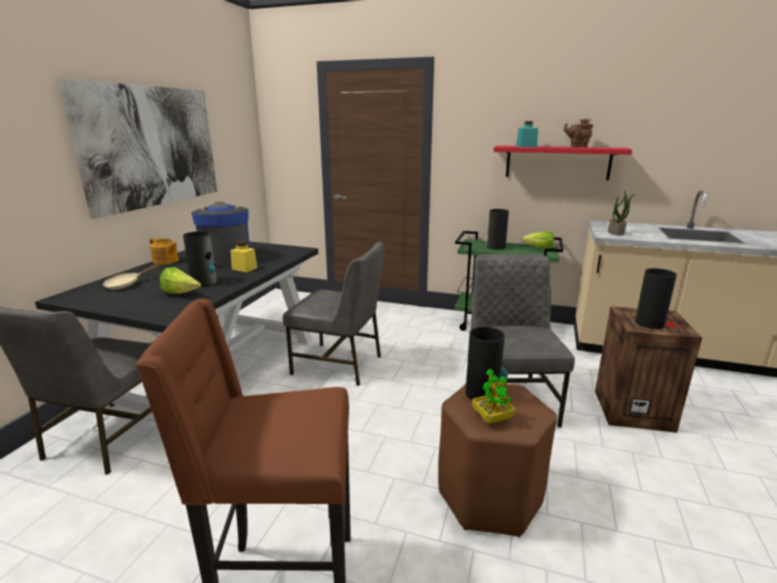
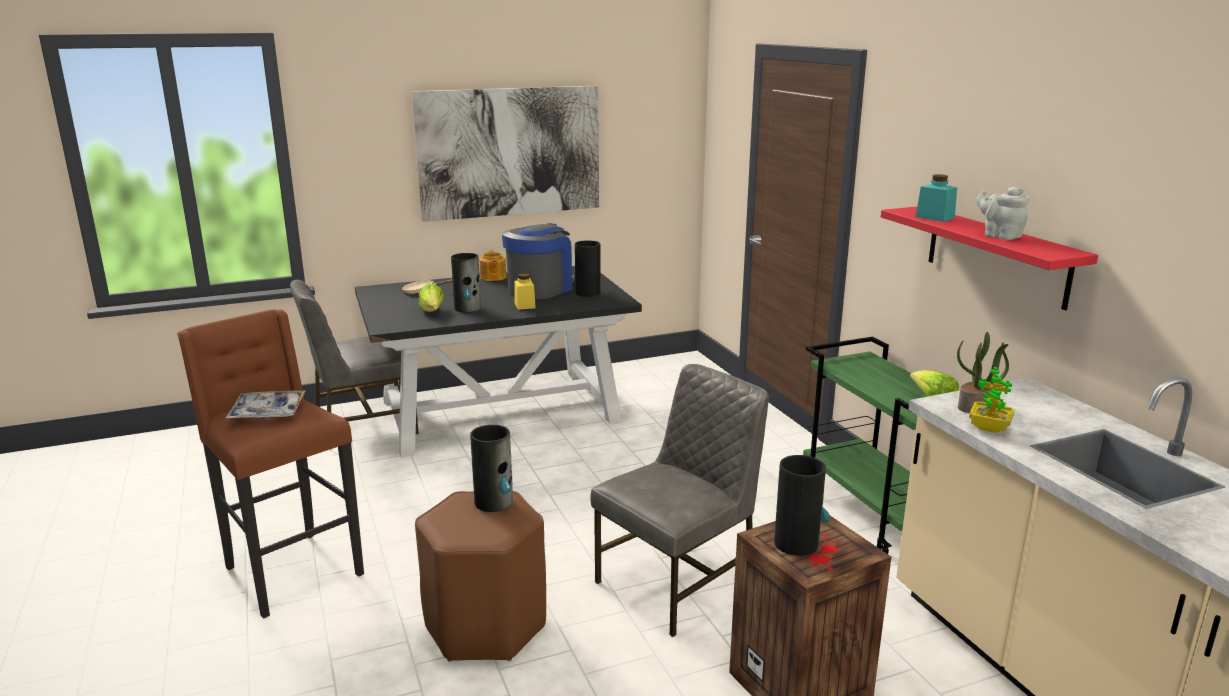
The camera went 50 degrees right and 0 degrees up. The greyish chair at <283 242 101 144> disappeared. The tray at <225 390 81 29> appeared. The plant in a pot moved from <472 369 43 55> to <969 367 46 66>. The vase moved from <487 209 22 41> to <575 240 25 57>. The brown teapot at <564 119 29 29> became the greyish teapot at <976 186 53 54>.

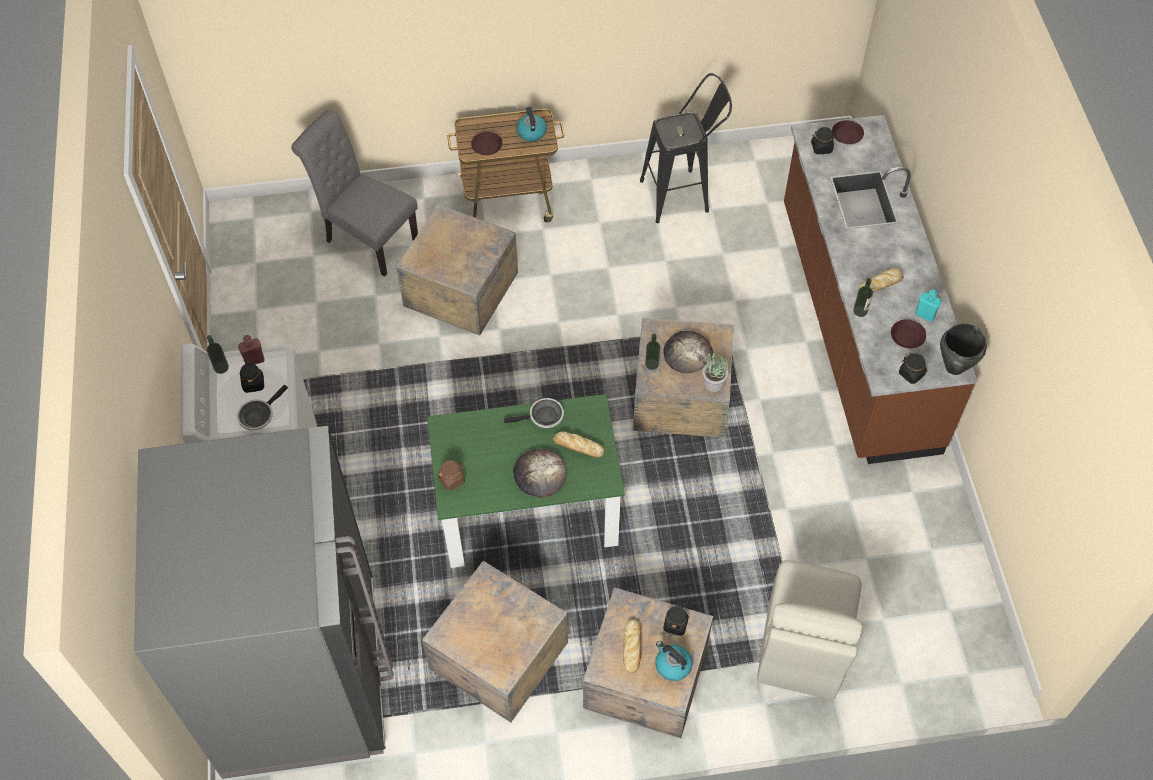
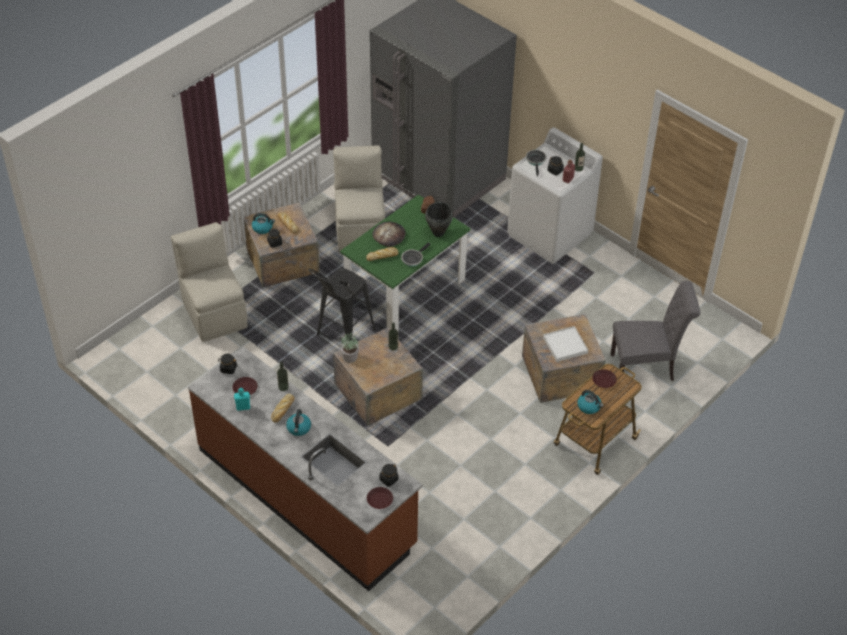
The camera went 140 degrees right and 10 degrees down. The bakery bread at <664 331 49 42> disappeared. The tea kettle at <286 409 25 27> appeared. The whitish tray at <543 326 45 36> appeared. The black-coloured sitting stool moved from <640 73 92 150> to <308 268 68 73>. The black-coloured cooking pot moved from <940 323 47 52> to <425 202 28 35>. The packing crate at <422 561 146 161> was replaced by the sand-coloured chair at <333 145 52 107>.

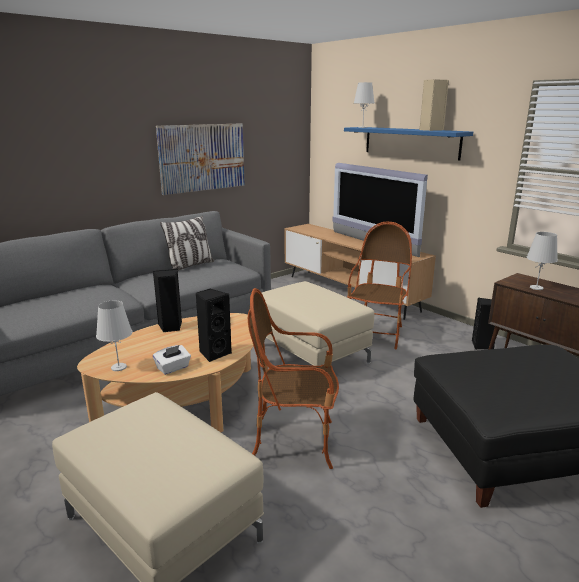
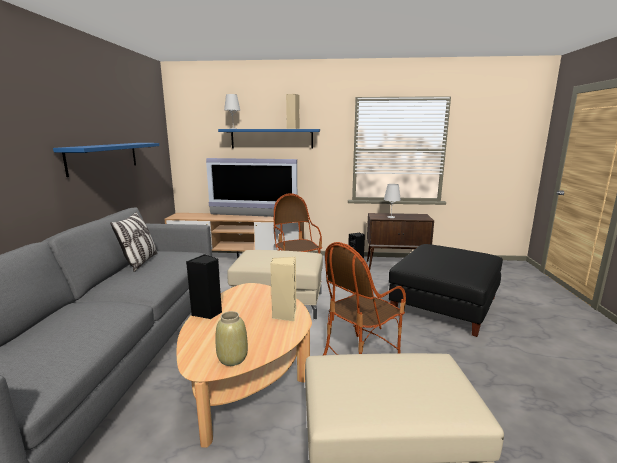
The camera went 45 degrees left and 5 degrees down. The whitish box of tissues at <153 345 38 30> disappeared. The whitish tabletop lamp at <96 301 37 70> was replaced by the sand-coloured vase at <215 311 33 55>. The wall art at <156 123 88 72> was replaced by the blue wall shelf at <53 143 106 34>. The black-coloured audio speaker at <196 288 36 74> became the sand-coloured audio speaker at <270 257 26 64>.

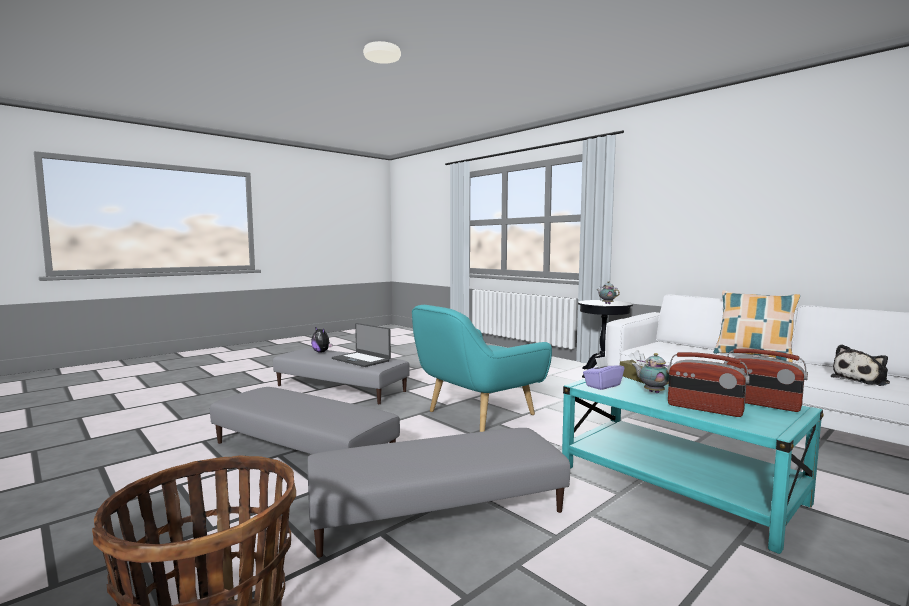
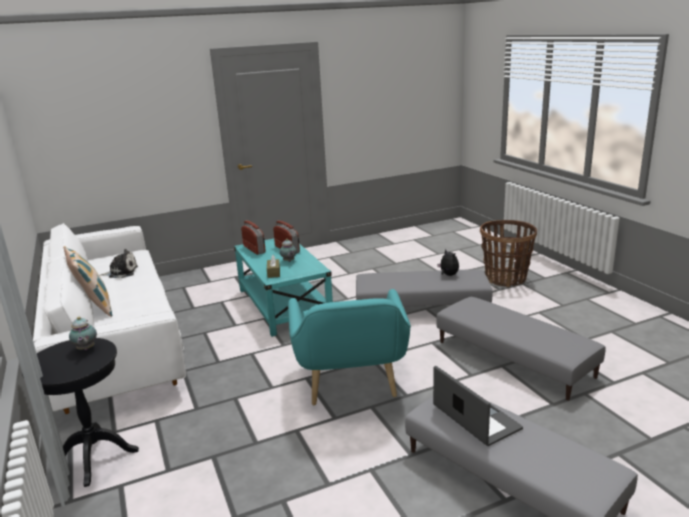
The camera went 160 degrees left and 15 degrees up. The purple box of tissues at <583 356 41 34> disappeared. The soft toy moved from <311 327 21 26> to <437 249 22 27>. The turquoise lounge chair at <412 305 140 127> turned 105 degrees clockwise.

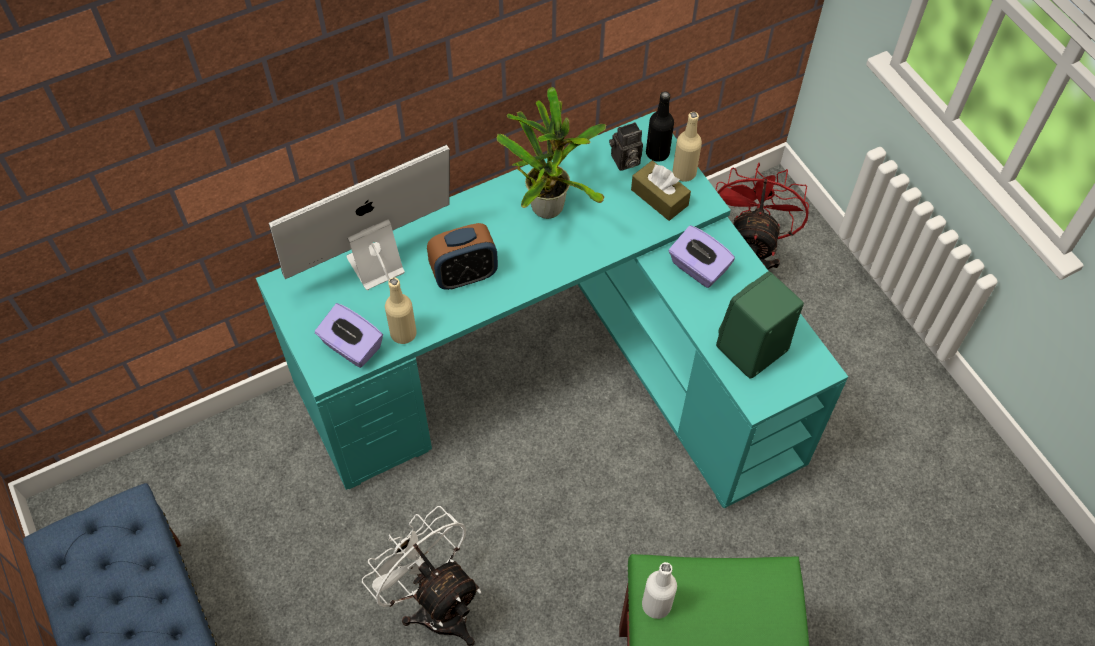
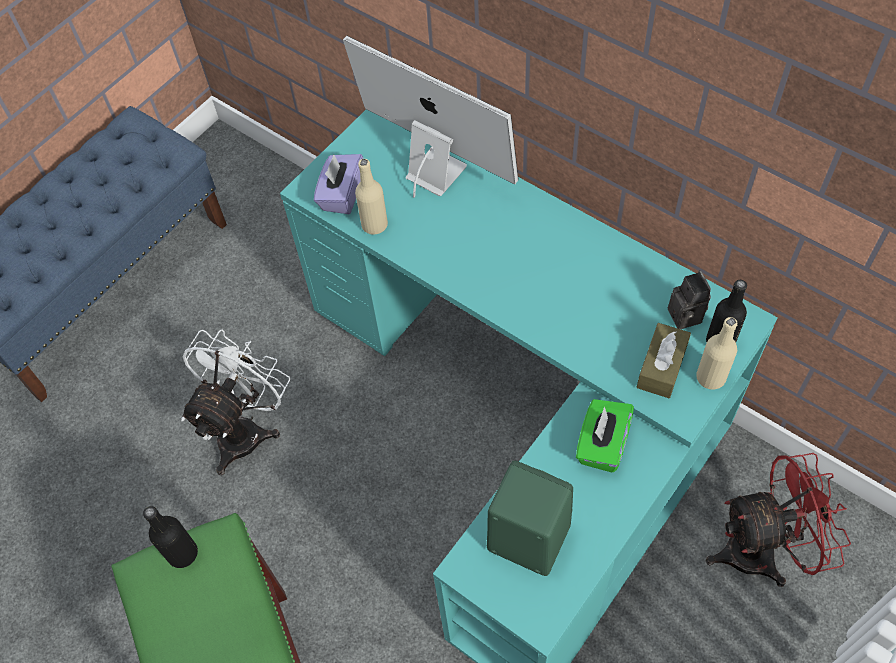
The camera went 70 degrees right and 0 degrees up. The bedside clock at <427 223 71 67> disappeared. The plant in a pot at <496 87 111 132> disappeared. The whitish bottle at <642 562 35 57> became the black-coloured bottle at <143 506 55 62>. The purple box of tissues at <668 225 67 63> became the greenish box of tissues at <576 399 58 74>. The still camera at <609 122 34 49> turned 150 degrees counterclockwise.

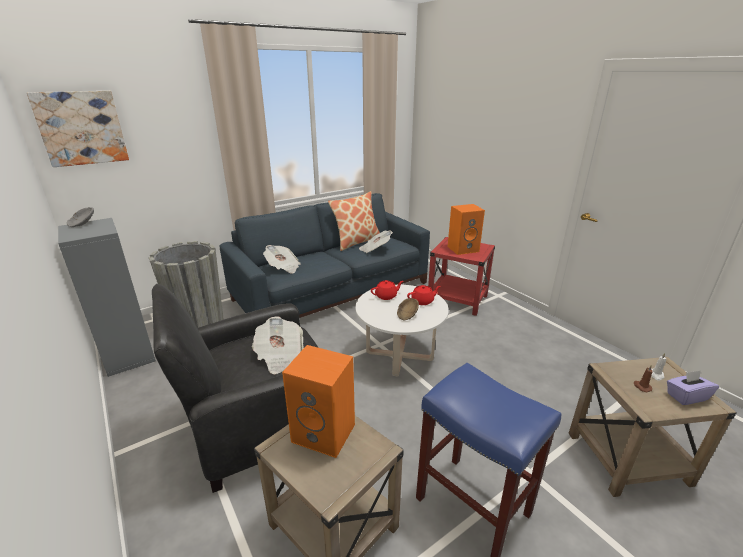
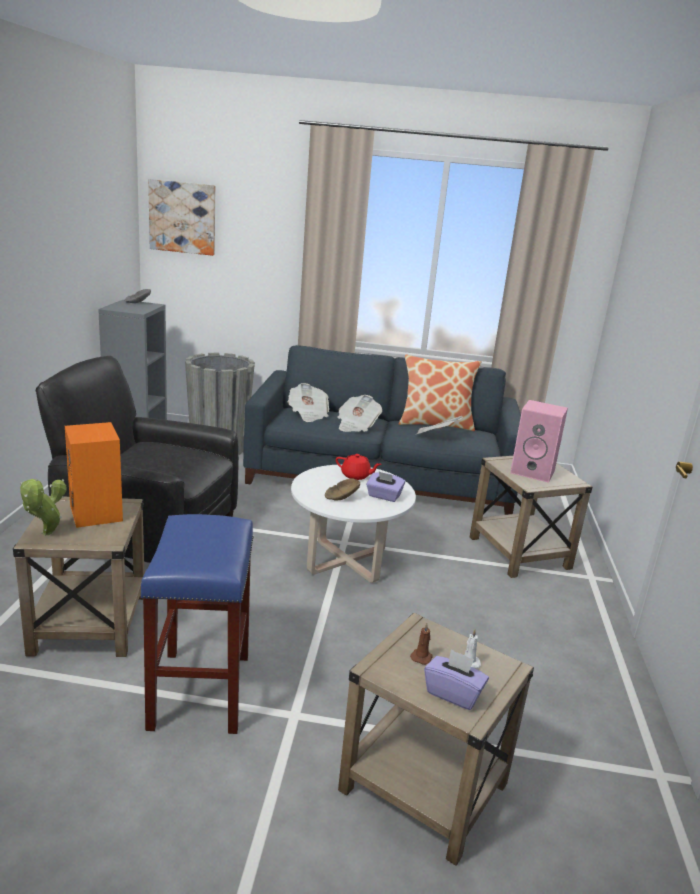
The camera went 40 degrees right and 5 degrees down. The plant in a pot at <20 478 46 57> appeared. The daily paper moved from <252 317 52 57> to <337 395 45 37>. The red teapot at <407 285 34 20> was replaced by the purple box of tissues at <366 472 39 30>. The red side table at <428 237 67 79> became the sand-coloured side table at <470 456 122 122>. The orangey audio speaker at <448 204 37 51> became the pink-coloured audio speaker at <510 400 58 83>.

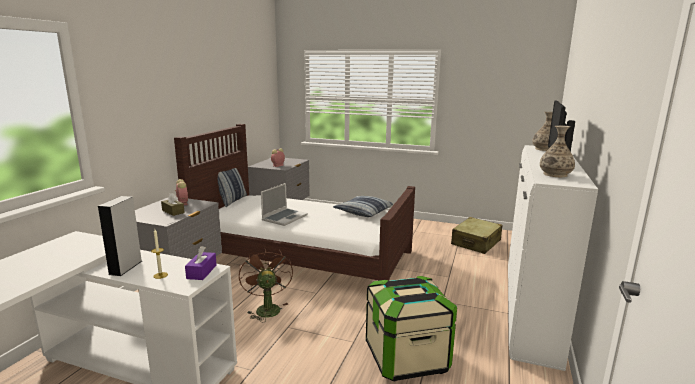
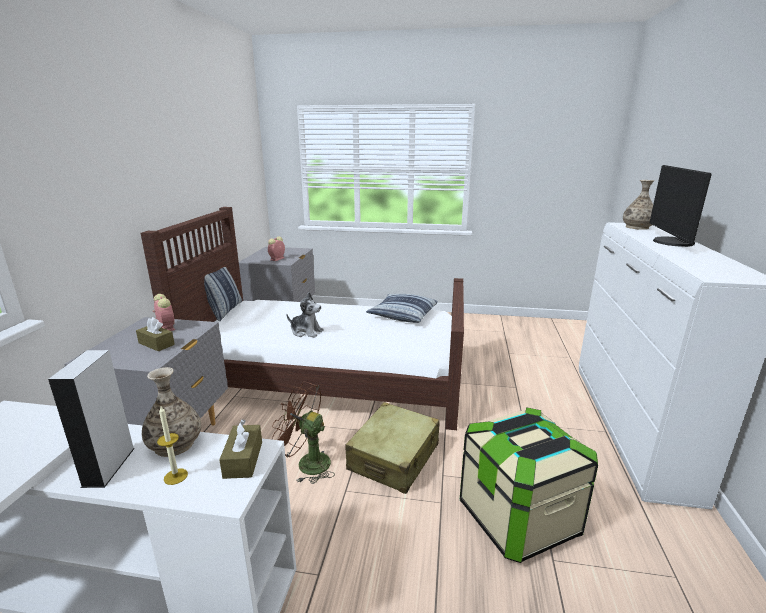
The camera went 10 degrees left and 5 degrees up. The sand-coloured travel case moved from <451 217 52 37> to <346 402 94 92>. The vase moved from <540 125 35 52> to <142 367 59 90>. The notebook computer at <261 183 47 43> was replaced by the soft toy at <286 292 38 46>. The purple box of tissues at <185 246 32 34> became the brown box of tissues at <219 419 43 60>. The brown cooling fan at <239 248 54 74> turned 45 degrees counterclockwise.

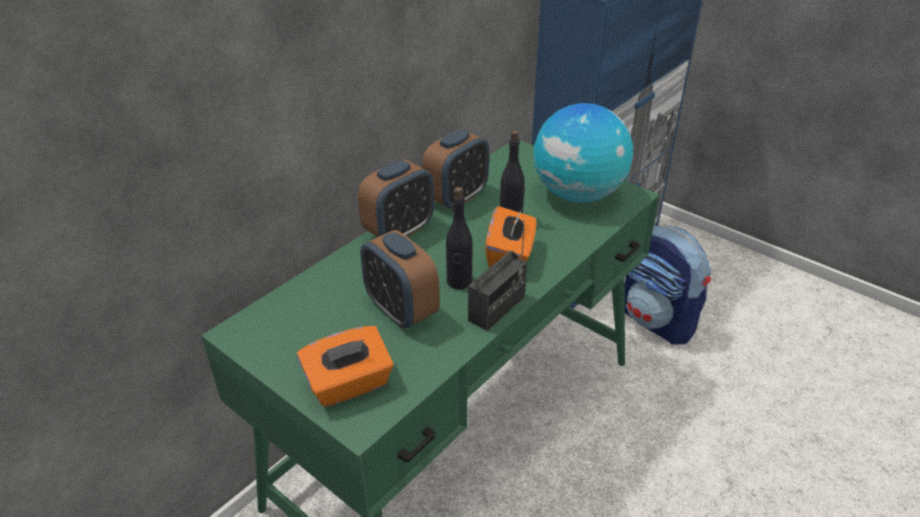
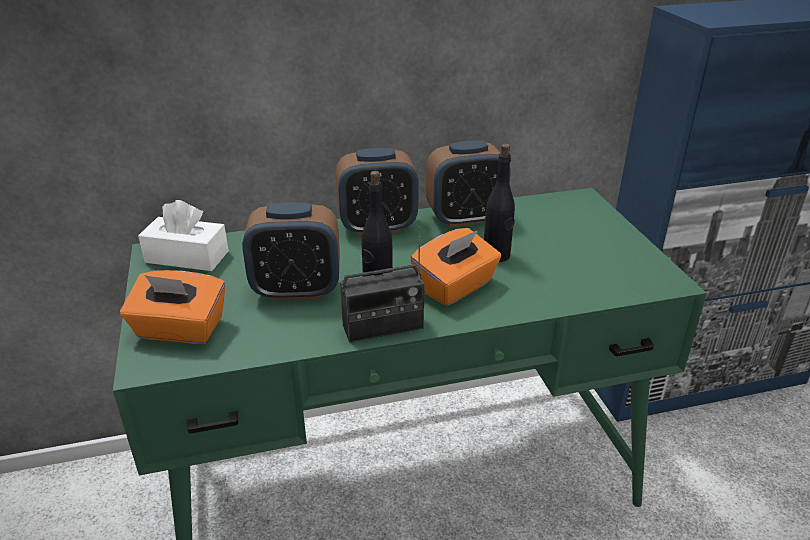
The camera went 35 degrees right and 5 degrees down. The desk globe at <534 103 99 100> disappeared. The rucksack at <625 225 86 120> disappeared. The whitish box of tissues at <138 200 91 71> appeared. The bedside clock at <360 230 79 99> turned 90 degrees counterclockwise.

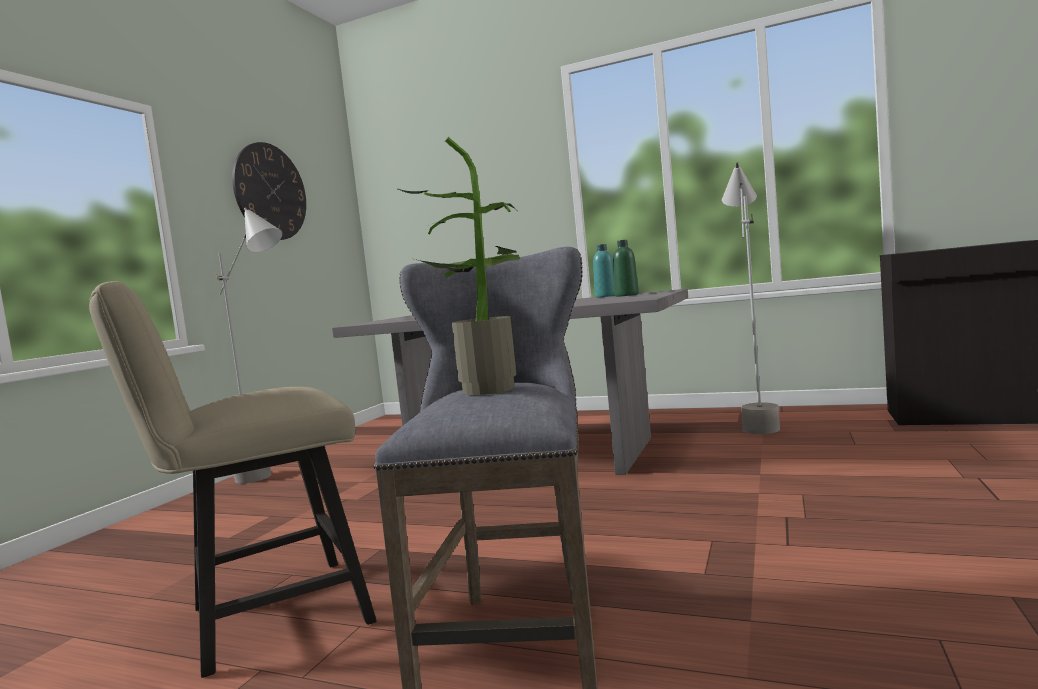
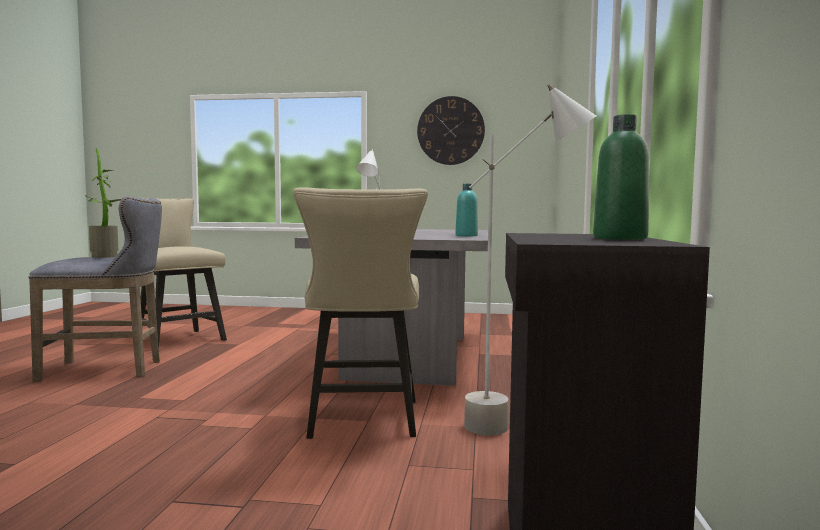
The camera went 75 degrees right and 0 degrees up. The sand-coloured chair at <293 187 135 252> appeared. The greenish bottle moved from <613 240 26 57> to <593 114 56 126>.

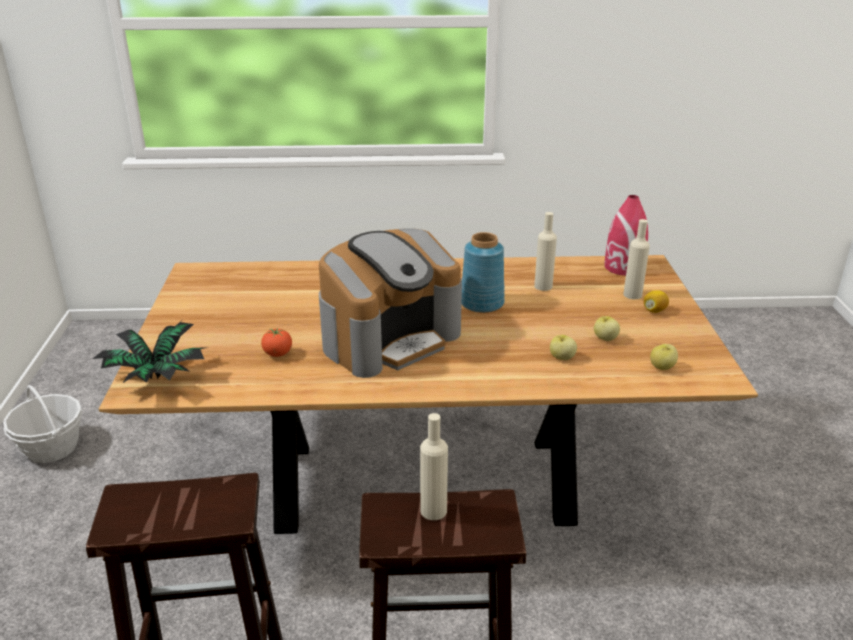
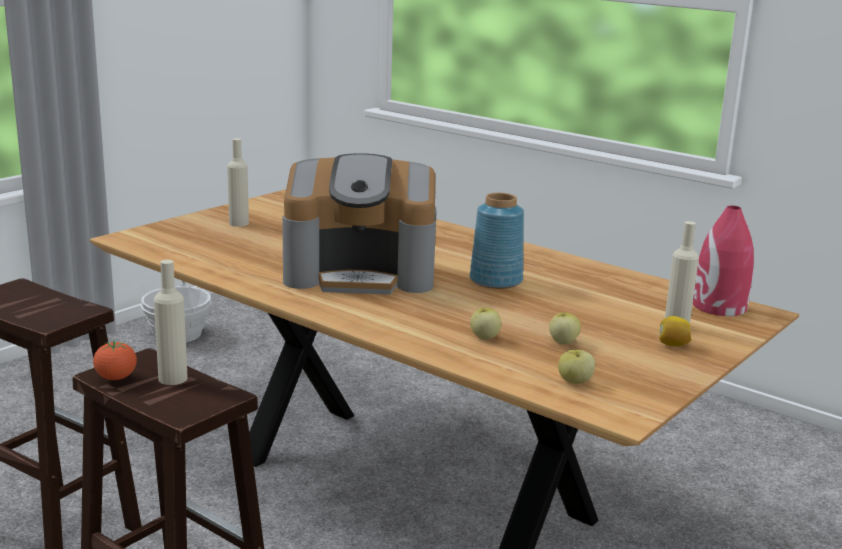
The camera went 40 degrees right and 10 degrees down. The plant in a pot at <93 321 116 62> disappeared. The fresh tomato moved from <261 328 31 29> to <93 341 44 39>. The sand-coloured bottle moved from <534 212 23 79> to <227 138 22 89>.

